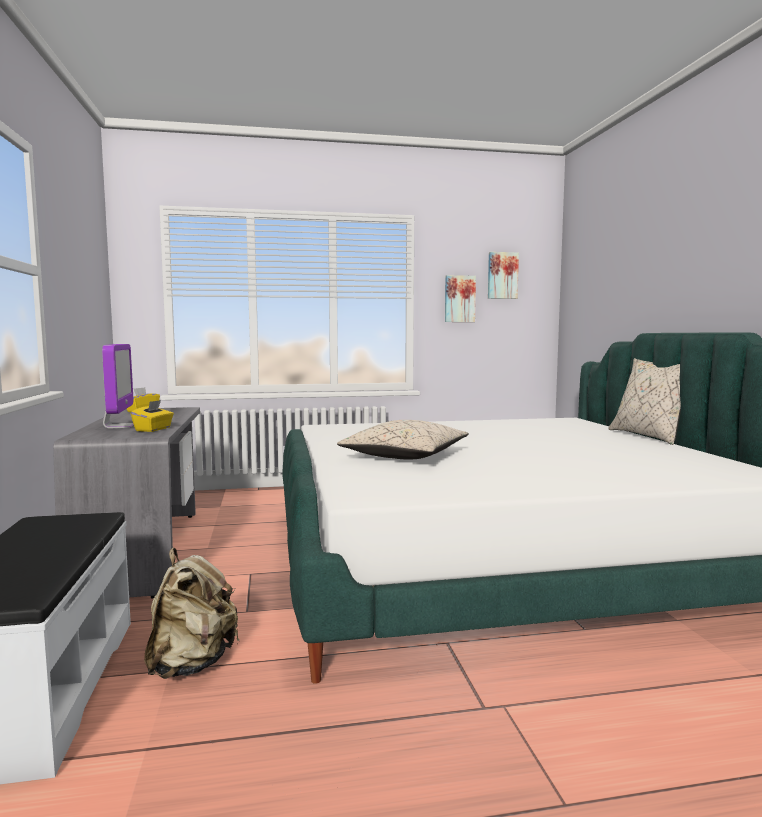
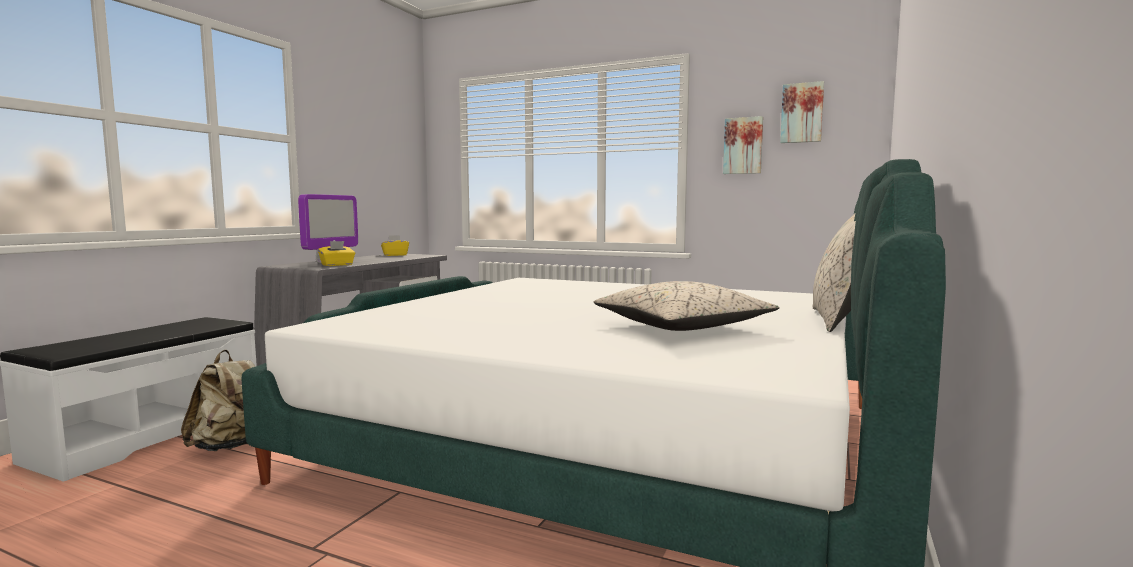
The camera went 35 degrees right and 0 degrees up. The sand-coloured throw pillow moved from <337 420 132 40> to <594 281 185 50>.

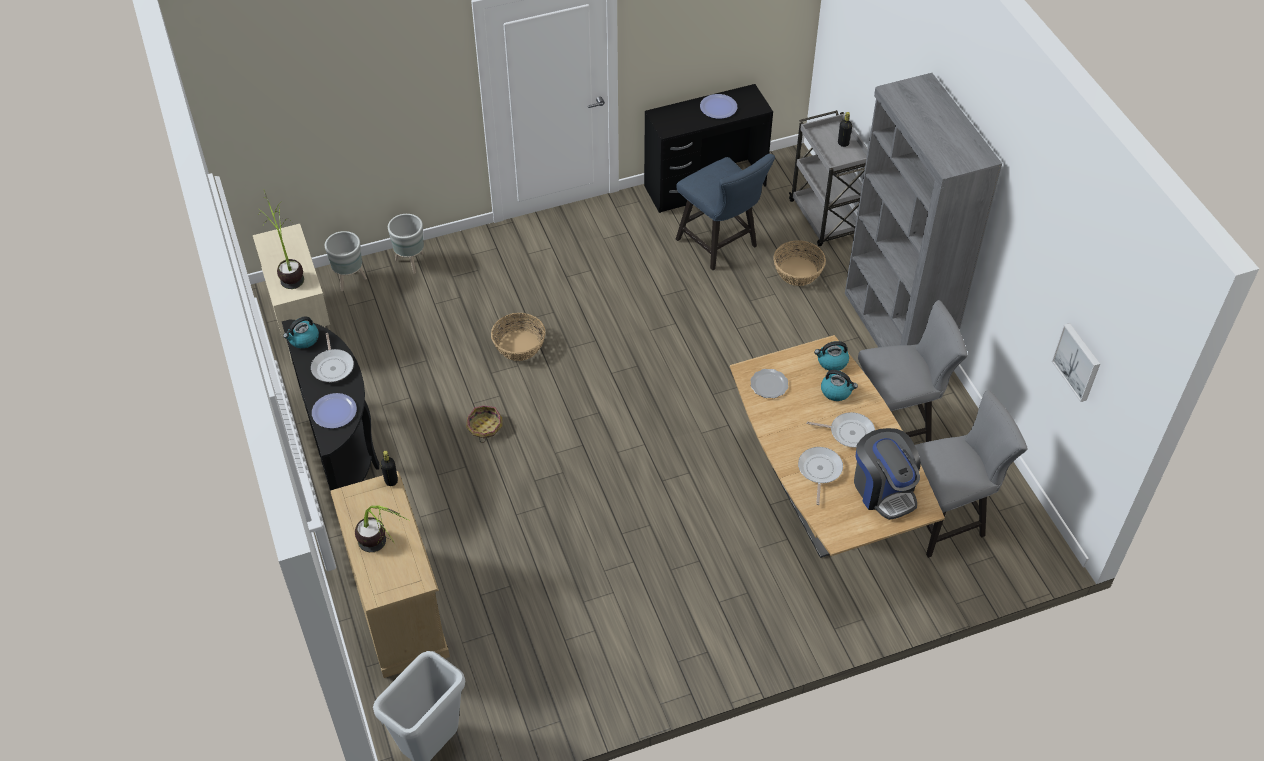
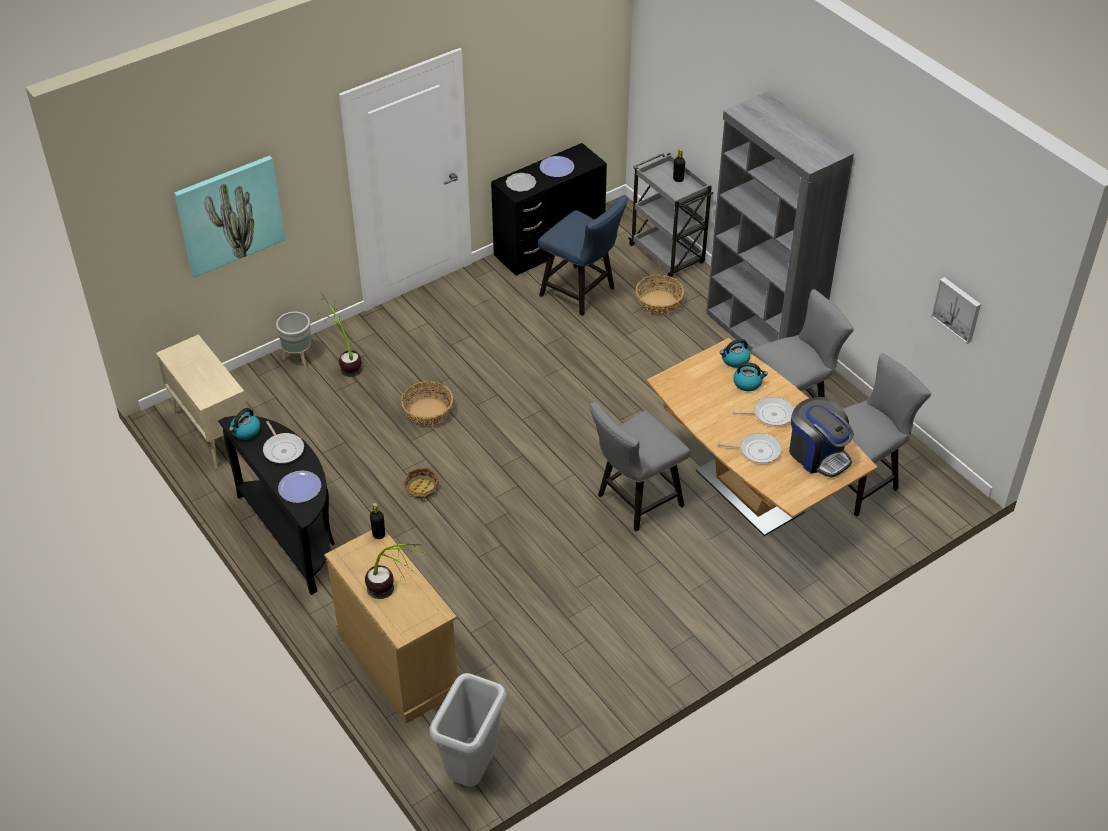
The camera went 15 degrees left and 5 degrees down. The greyish flower pot at <325 231 42 60> disappeared. The wall art at <174 156 111 122> appeared. The greyish chair at <589 402 101 130> appeared. The plant in a pot moved from <258 189 46 100> to <316 292 46 85>. The flat dish moved from <750 369 38 29> to <506 173 30 19>. The pan at <798 447 45 58> turned 105 degrees clockwise.

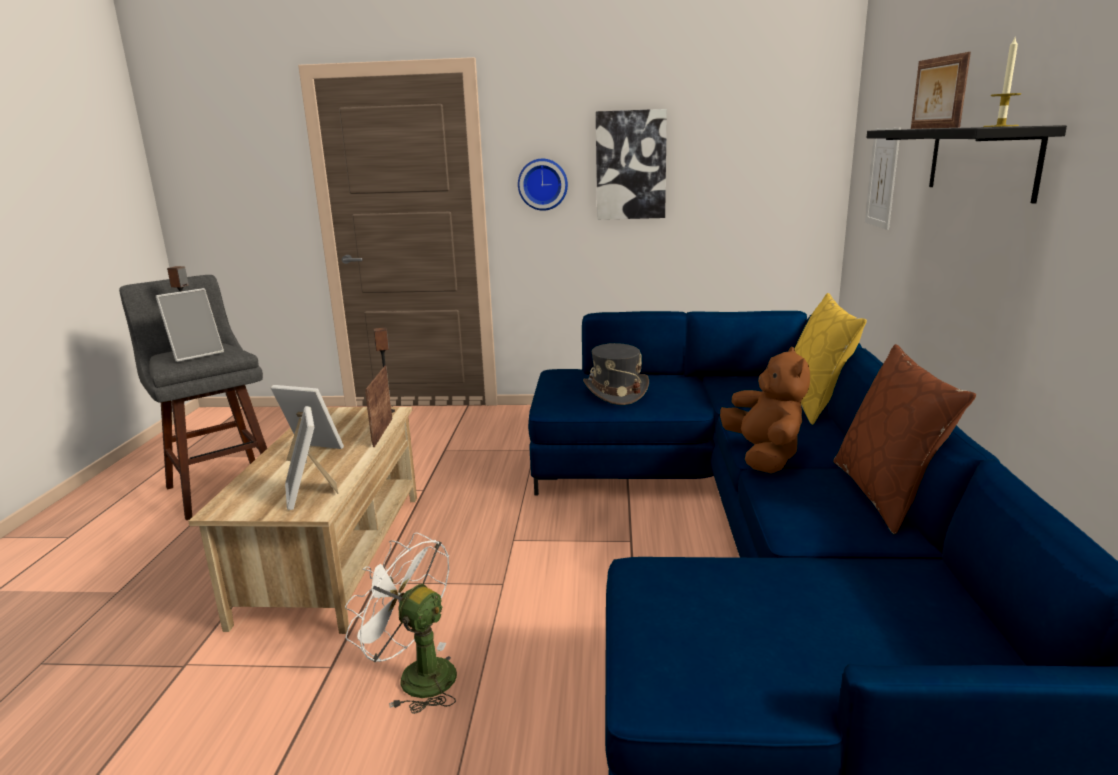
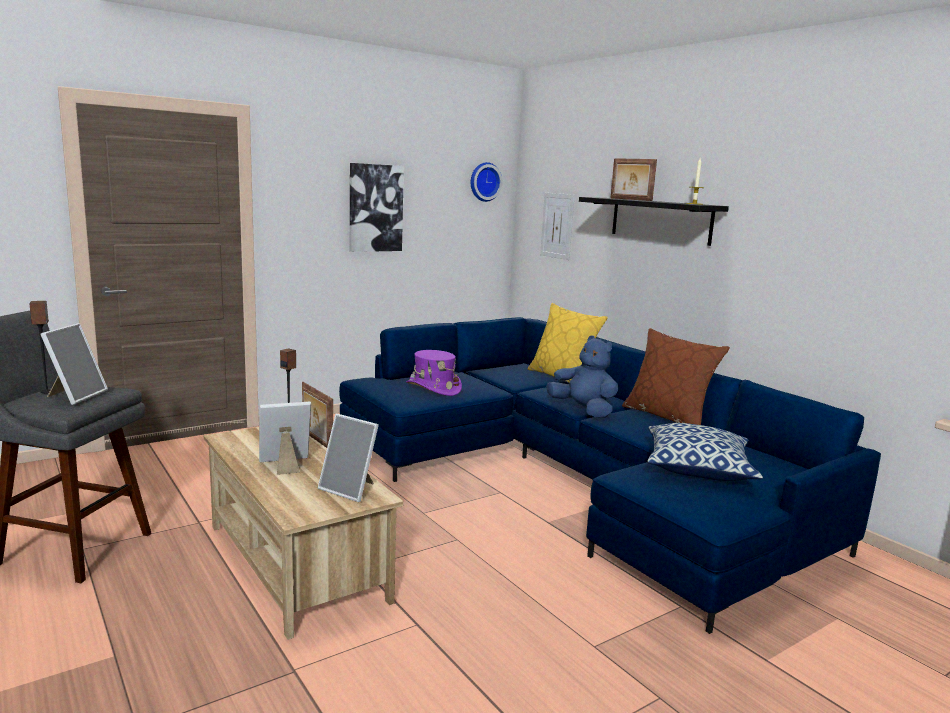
The camera went 40 degrees left and 5 degrees down. The whitish cooling fan at <345 532 112 182> disappeared. The throw pillow at <647 423 116 58> appeared. The clock on the wall moved from <518 159 50 52> to <471 162 31 40>. The greyish hat at <583 343 66 62> became the purple hat at <406 350 56 46>. The brown soft toy at <720 347 90 127> became the blue soft toy at <546 336 72 82>.

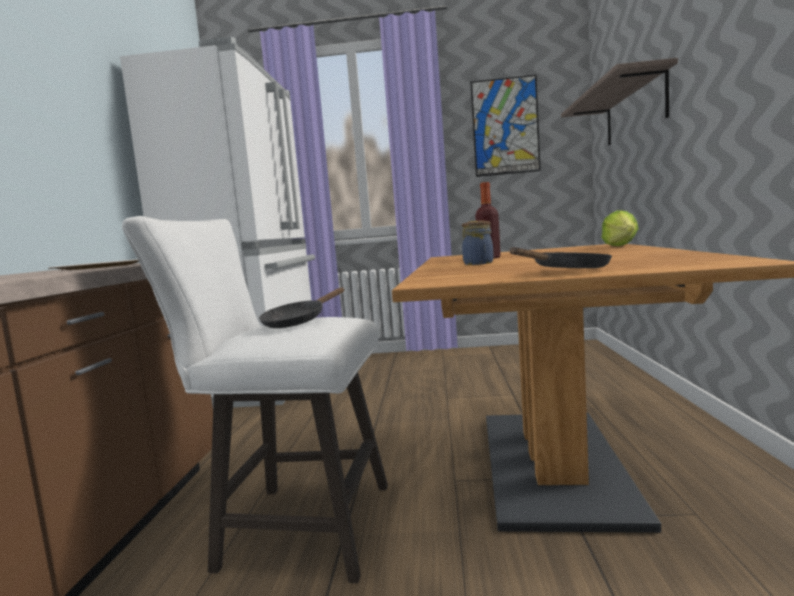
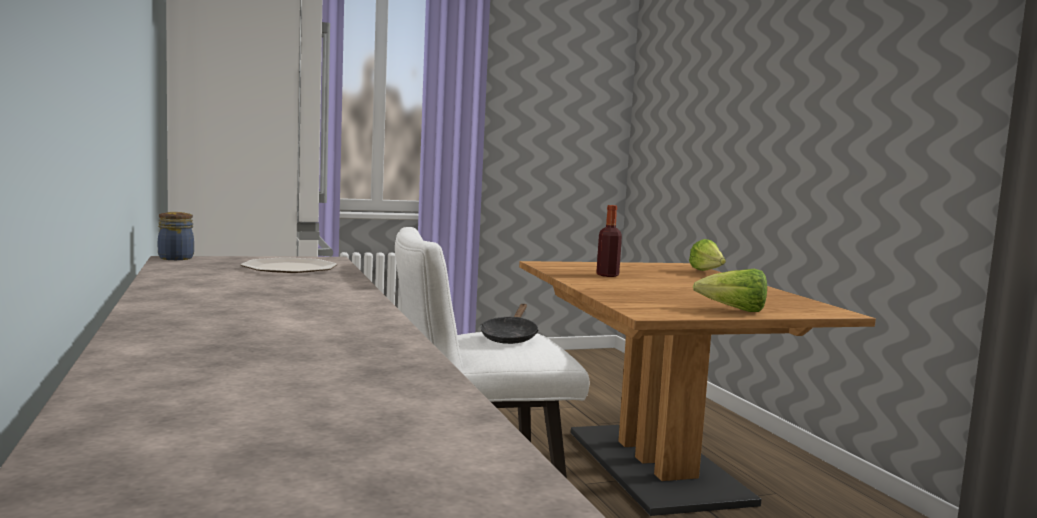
The camera went 25 degrees left and 0 degrees up. The wall art at <470 75 71 102> disappeared. The wall shelf at <561 58 117 88> disappeared. The preserve jar moved from <462 220 32 45> to <158 212 36 48>. The black-coloured pan at <509 247 103 21> was replaced by the lettuce at <693 269 74 43>.

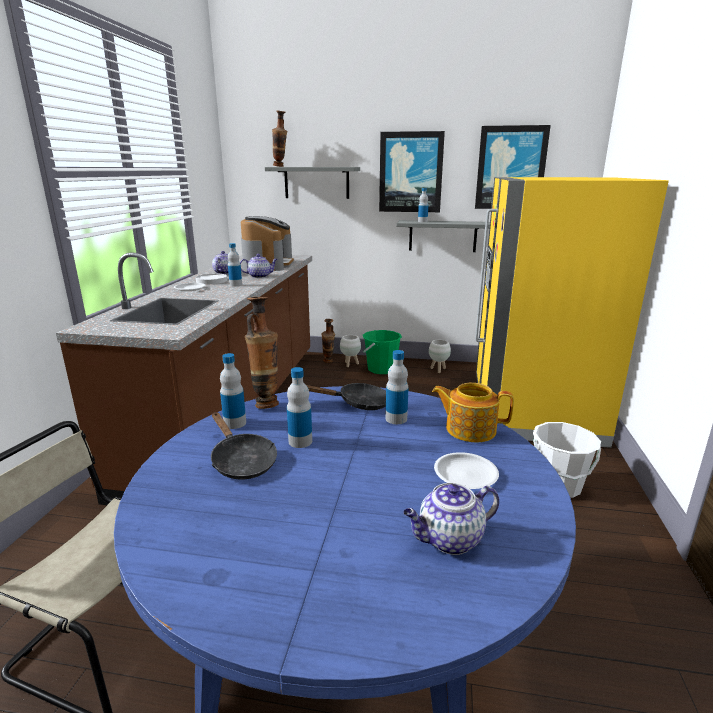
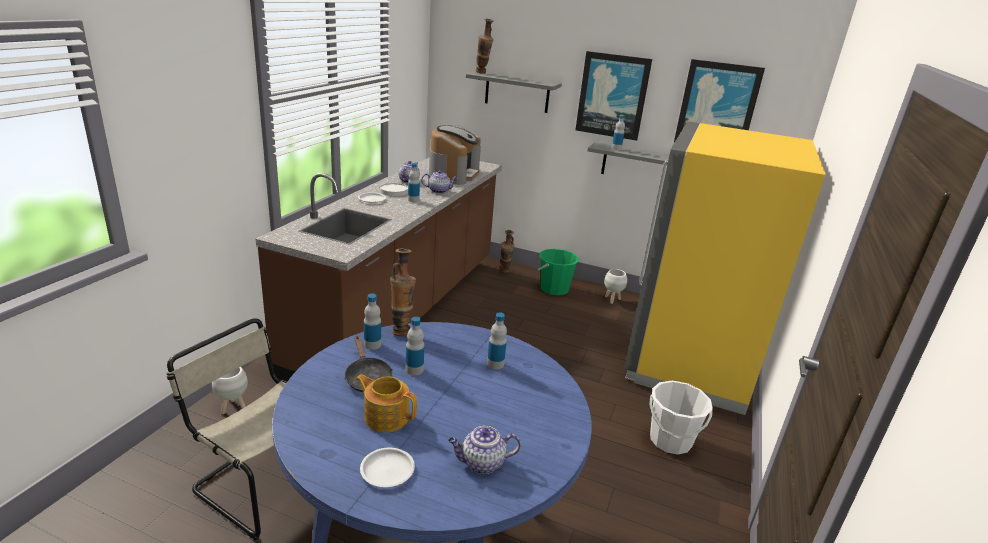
The camera went 10 degrees right and 5 degrees up. The black-coloured pan at <306 383 80 27> disappeared. The whitish flower pot moved from <340 335 21 32> to <212 367 36 47>. The teapot moved from <432 383 82 59> to <356 374 61 58>. The whitish flat dish moved from <434 452 65 37> to <360 448 55 39>.

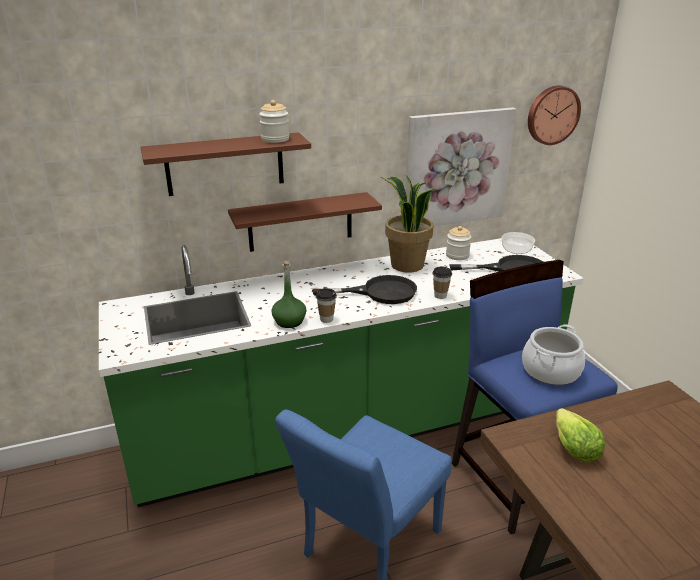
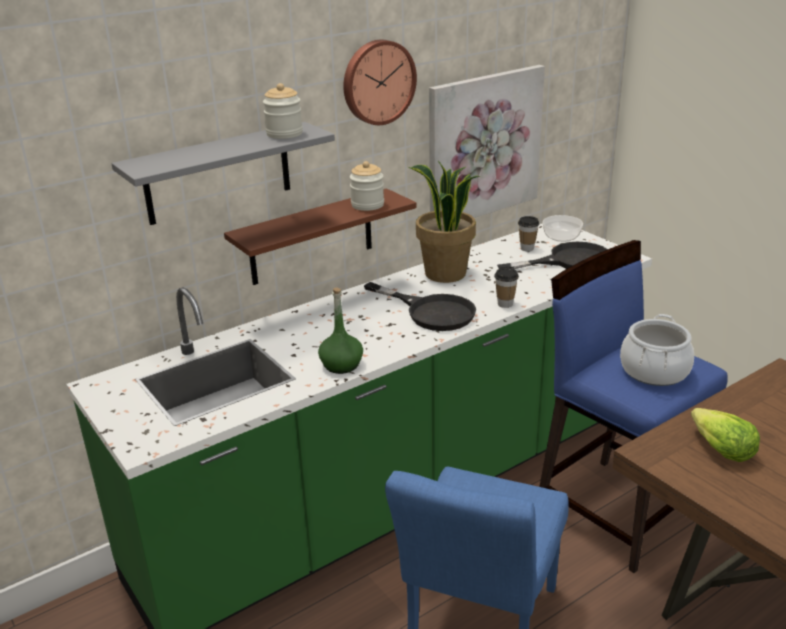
The camera went 15 degrees left and 0 degrees up. The drinking cup moved from <316 288 21 35> to <518 216 21 35>. The preserve jar moved from <446 226 25 34> to <350 161 34 50>. The clock on the wall moved from <528 86 53 59> to <343 39 74 86>. The brown wall shelf at <140 132 171 64> became the greyish wall shelf at <111 122 224 103>. The black-coloured pan at <312 275 105 29> turned 60 degrees clockwise.

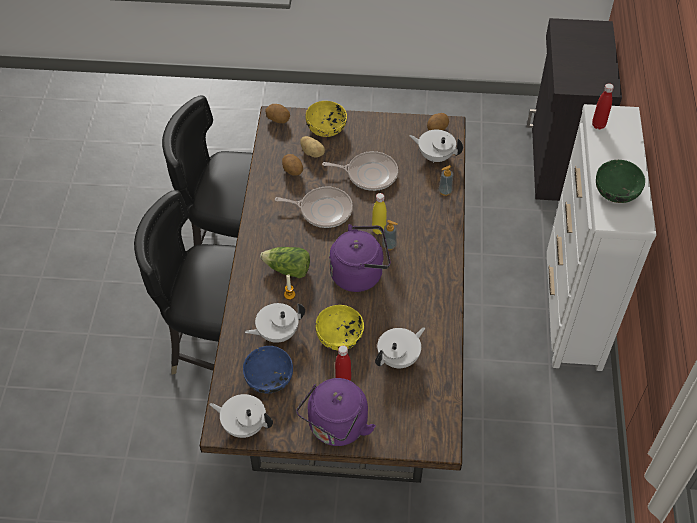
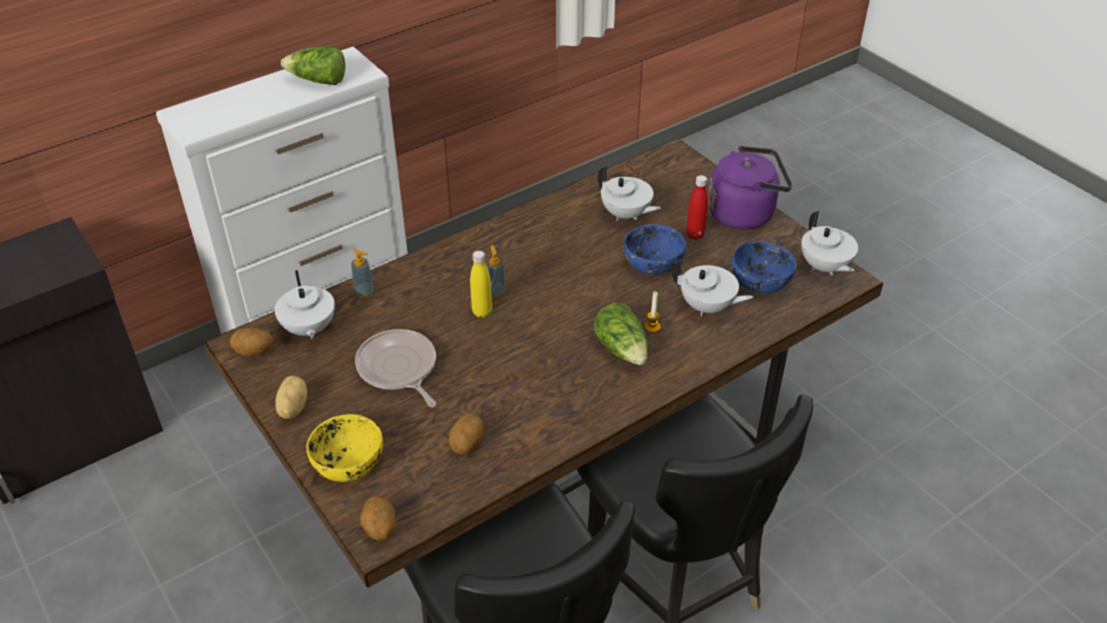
The camera went 130 degrees left and 10 degrees down. The pan at <275 186 78 42> disappeared. The purple tea kettle at <329 224 62 68> disappeared. The red bottle at <592 83 22 47> disappeared. The spud moved from <300 136 25 21> to <275 376 32 42>. The greenish deep dish at <596 160 49 43> was replaced by the lettuce at <281 46 64 39>. The yellow-coloured deep dish at <316 305 48 45> became the blue deep dish at <623 224 63 51>. The whitish teapot at <375 327 50 41> turned 150 degrees counterclockwise.

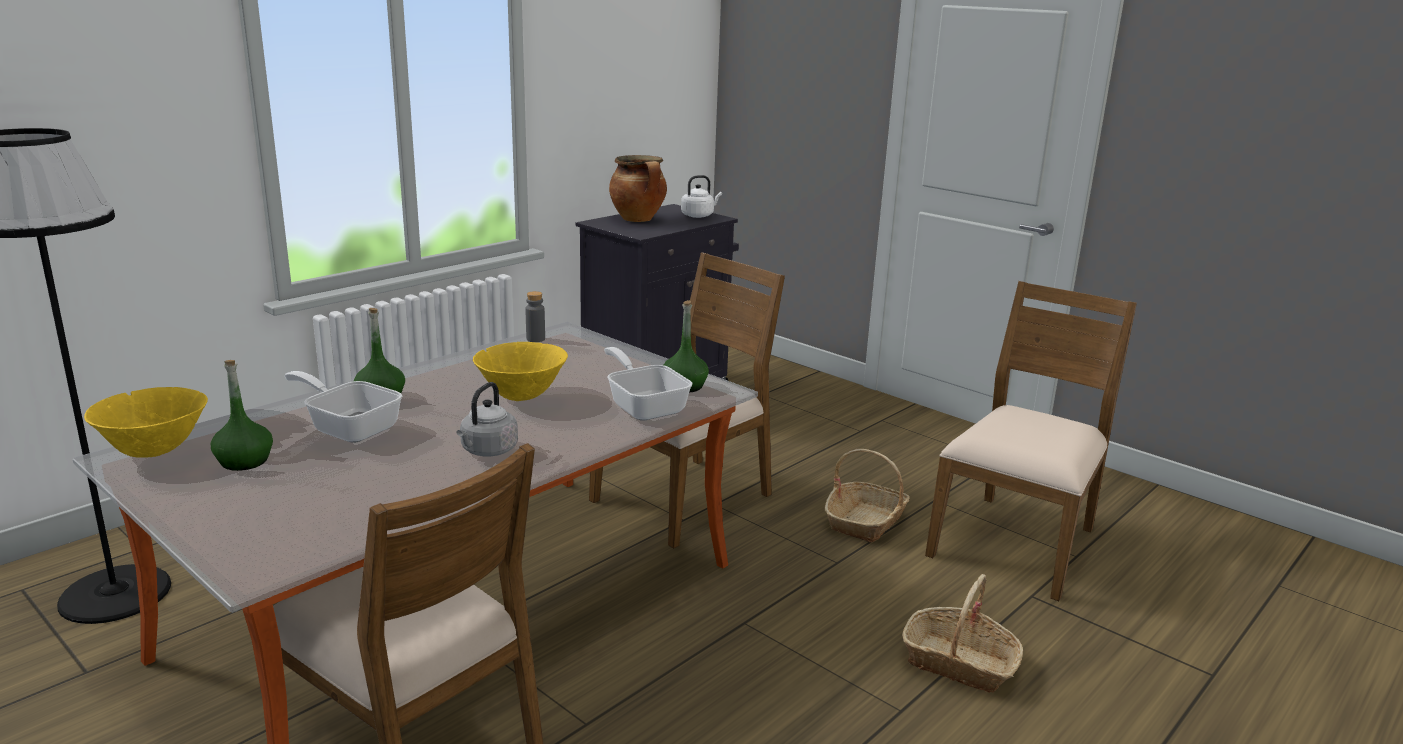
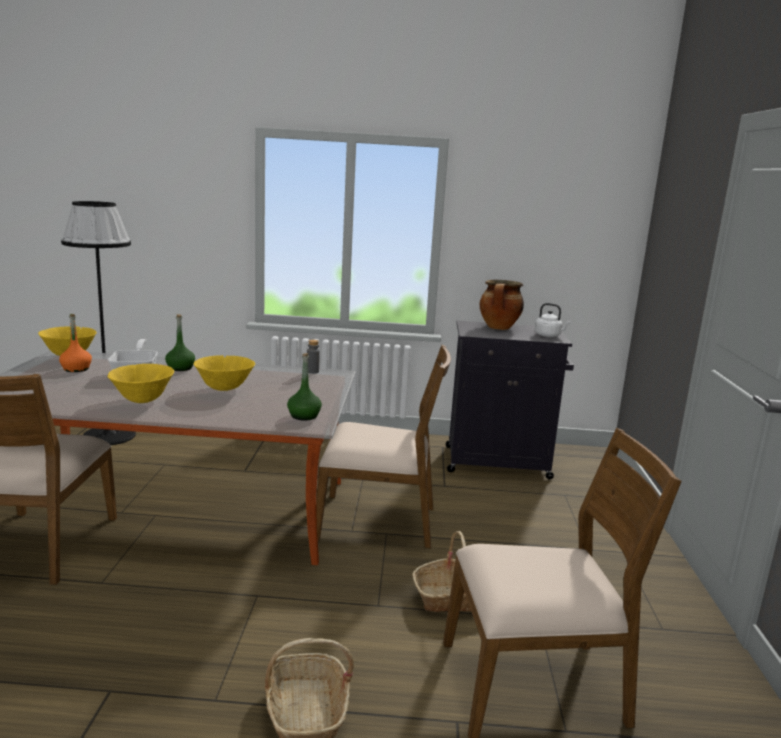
The camera went 50 degrees right and 5 degrees down. The pan at <604 347 88 74> disappeared. The greyish tea kettle at <456 382 62 74> was replaced by the yellow-coloured deep dish at <107 364 67 39>. The greenish bottle at <211 360 62 111> became the orangey bottle at <59 314 33 58>.

